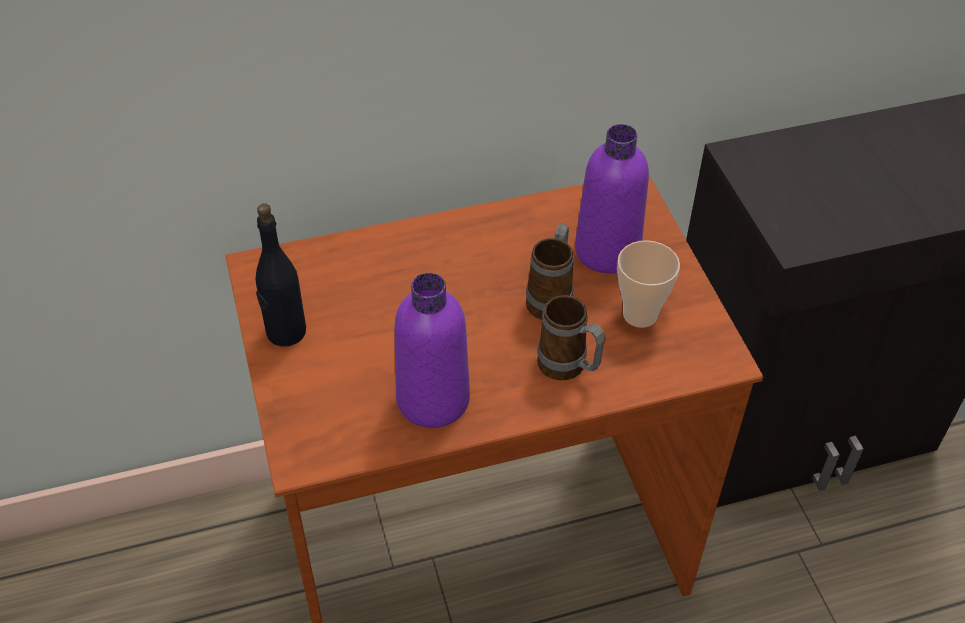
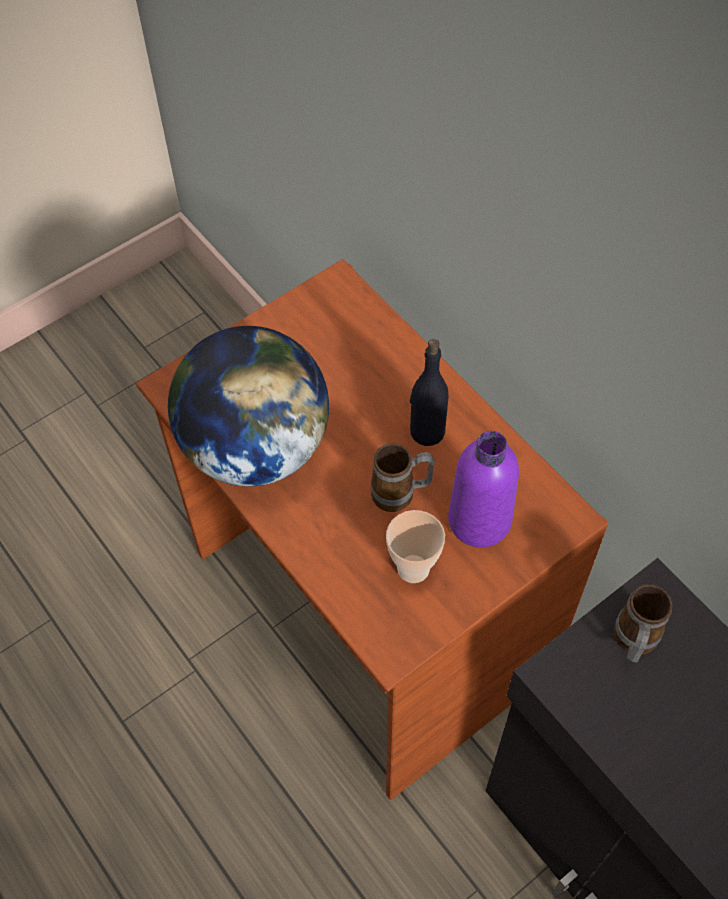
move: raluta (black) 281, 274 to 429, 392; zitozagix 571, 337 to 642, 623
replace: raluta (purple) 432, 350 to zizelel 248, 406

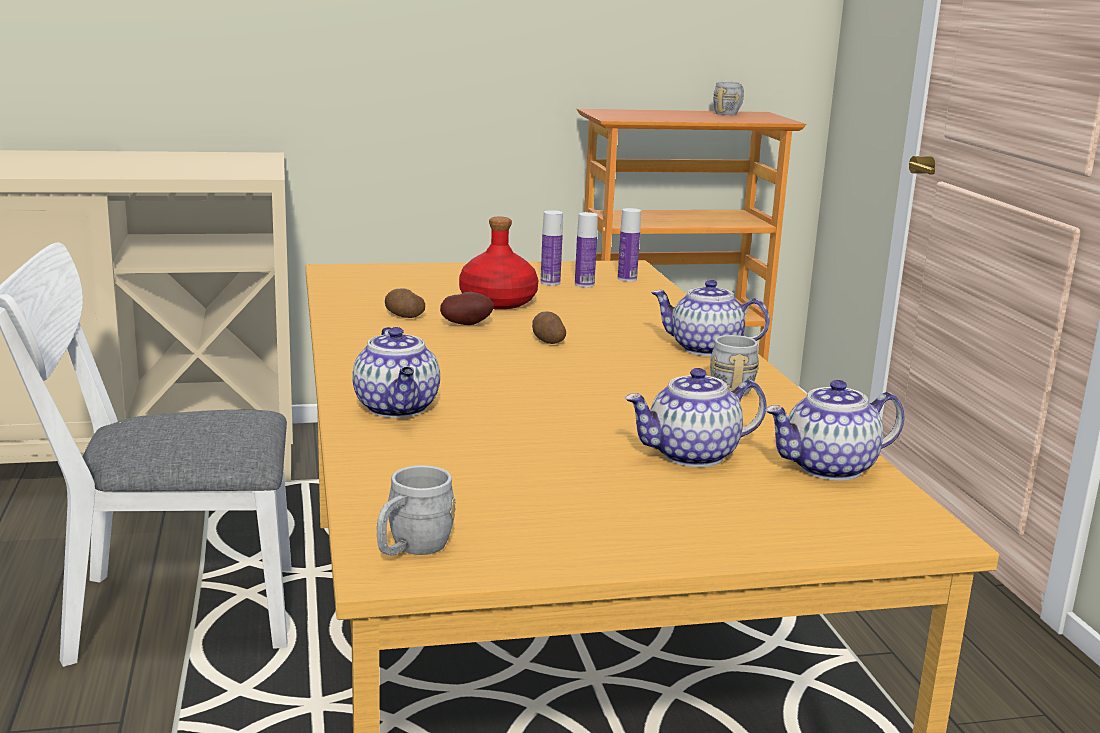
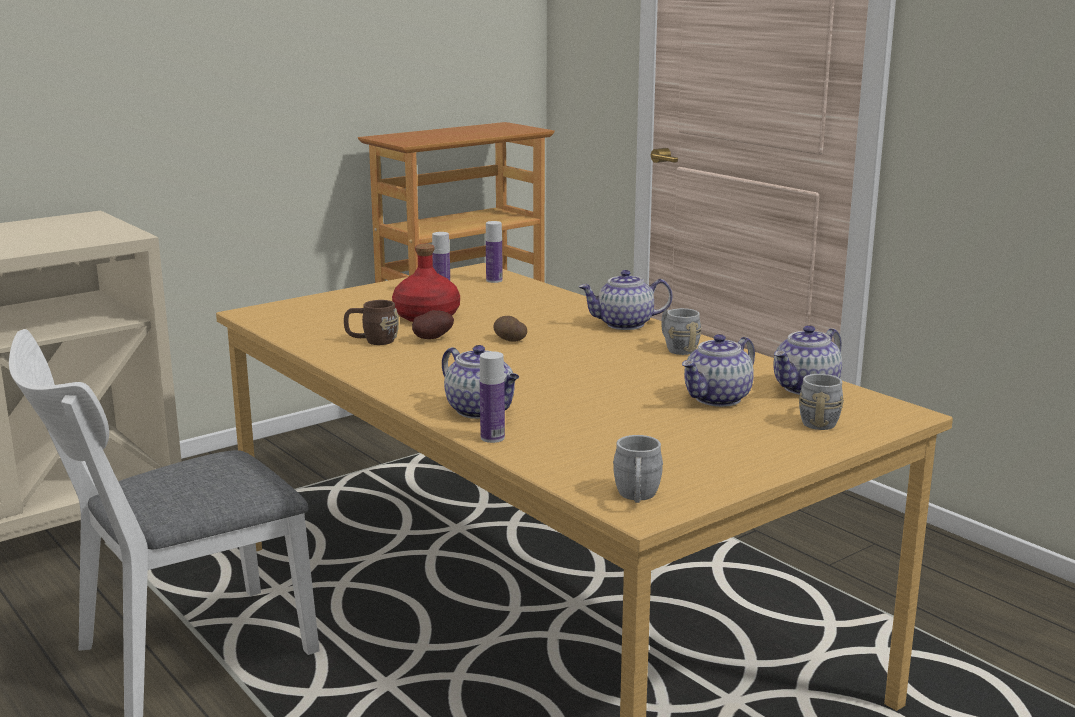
move: raluta 586, 250 to 492, 397; zitozagix (grey) 728, 98 to 821, 402
replace: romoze 405, 303 to zitozagix (brown) 371, 322

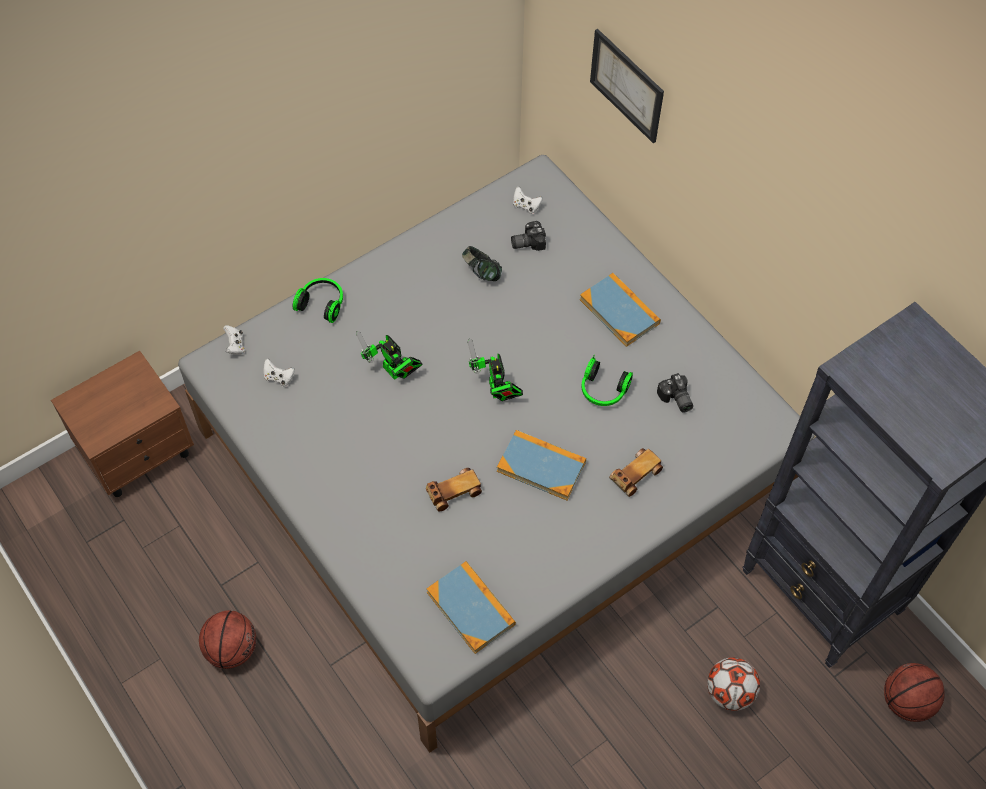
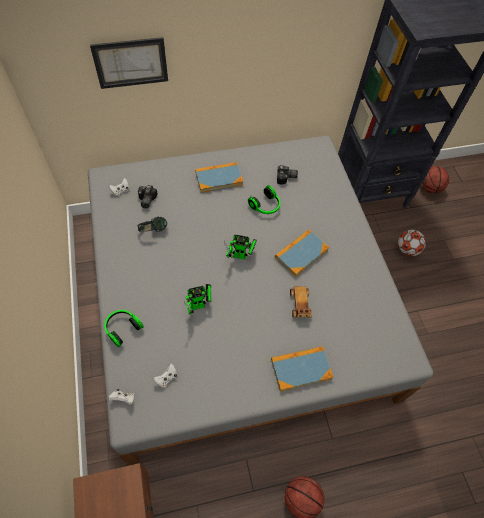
delete: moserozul 636, 472
move: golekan 471, 607 to 302, 369

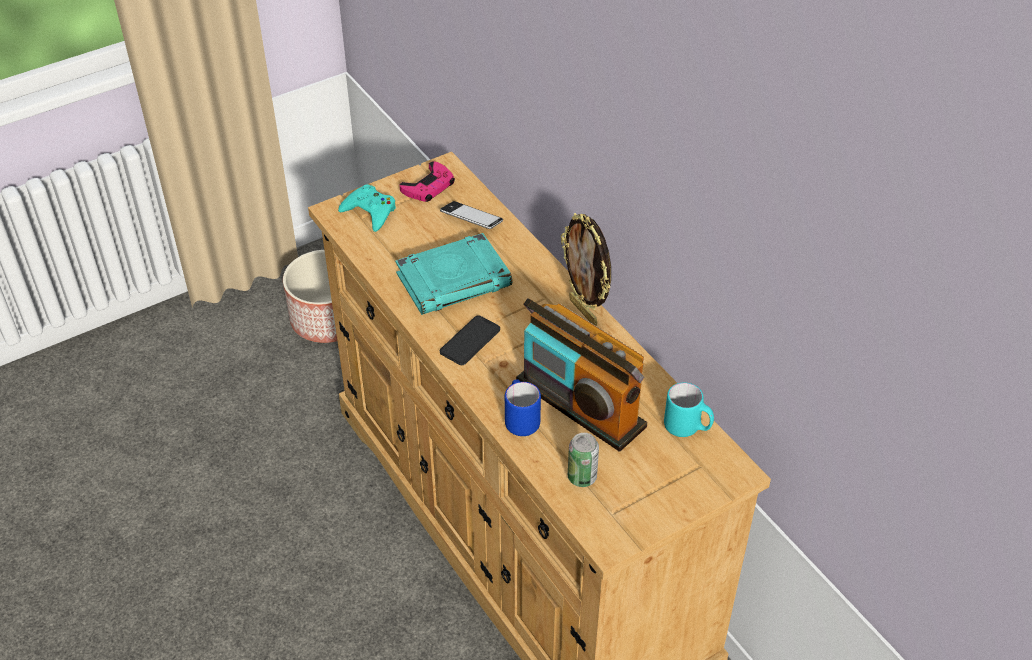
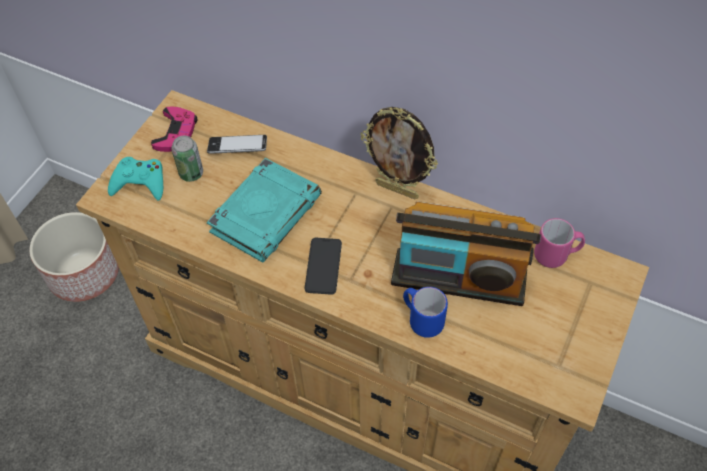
move: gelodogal 583, 460 to 187, 159
recolor: zitozagix (turquoise) 689, 409 to zitozagix (pink) 559, 243

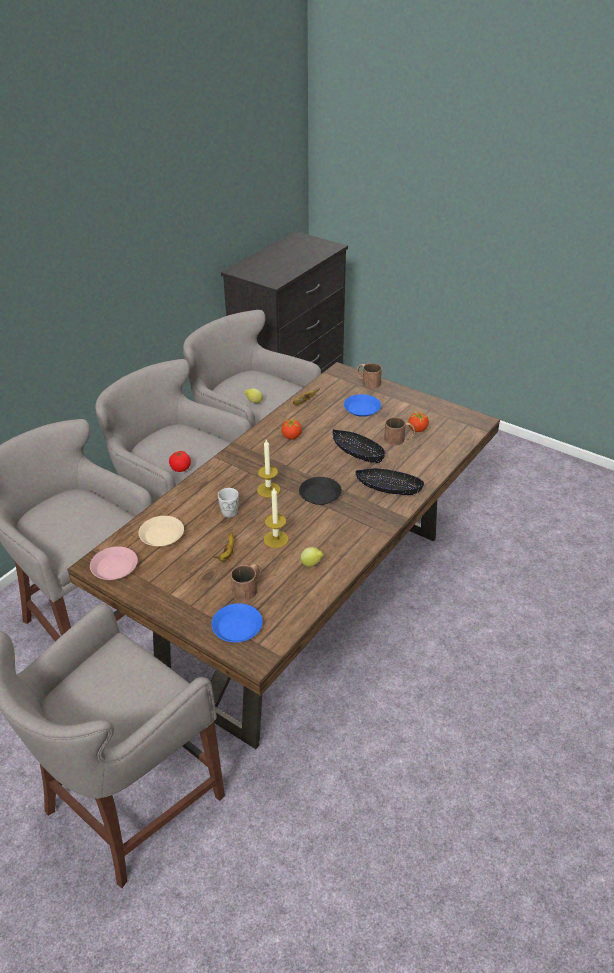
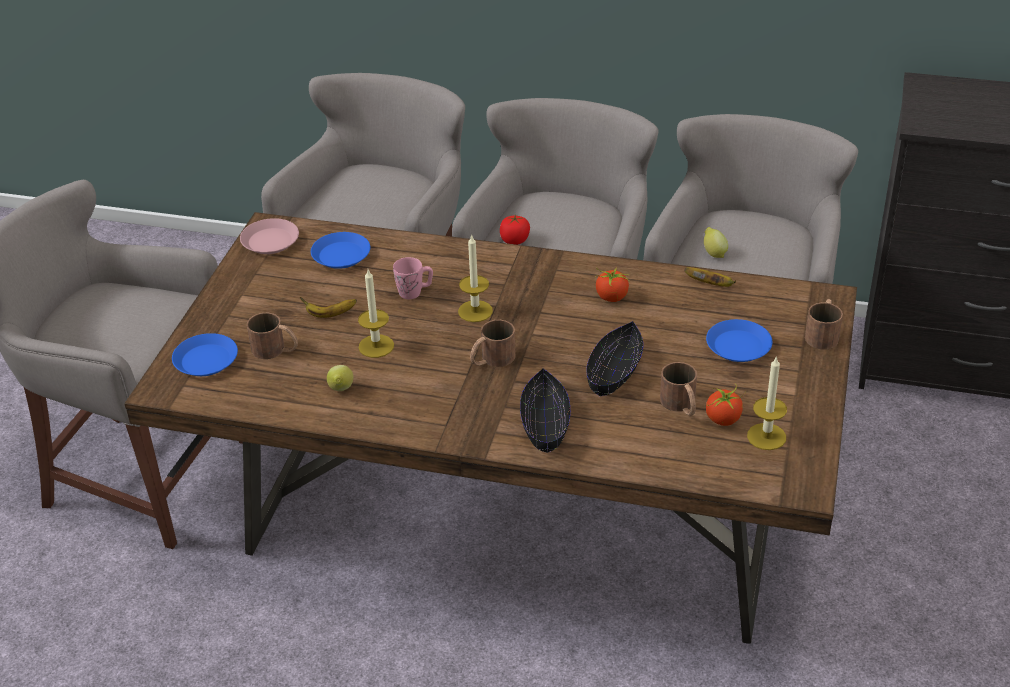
insert: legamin 767, 403
replace: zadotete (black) 320, 491 to zitozagix (brown) 492, 343
recolor: zadotete (beige) 161, 531 to zadotete (blue) 340, 250; zitozagix (white) 228, 503 to zitozagix (pink) 413, 278

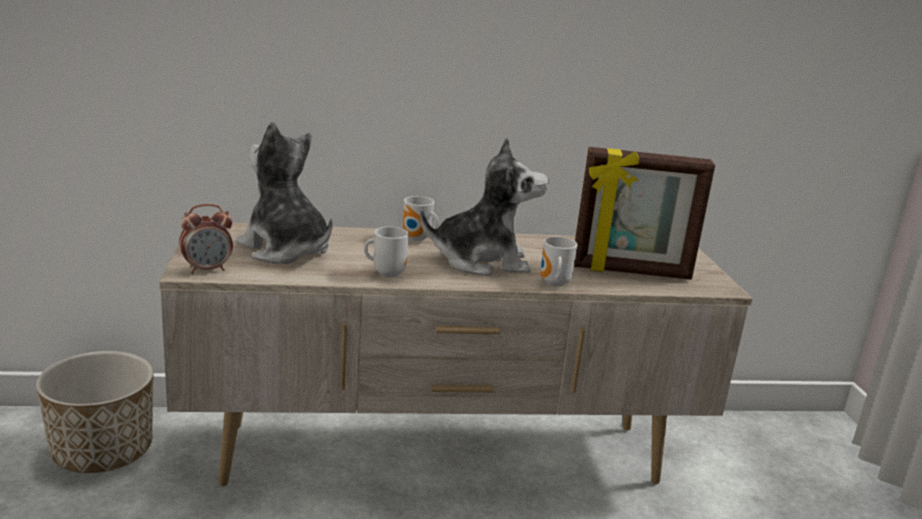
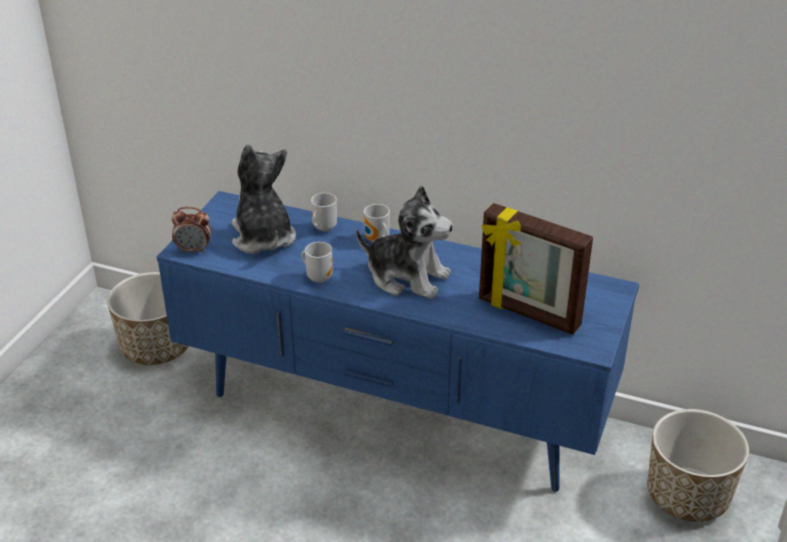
insert: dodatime 698, 465
move: zitozagix 559, 262 to 324, 212
recolor: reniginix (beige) 456, 354 to reniginix (blue) 398, 341

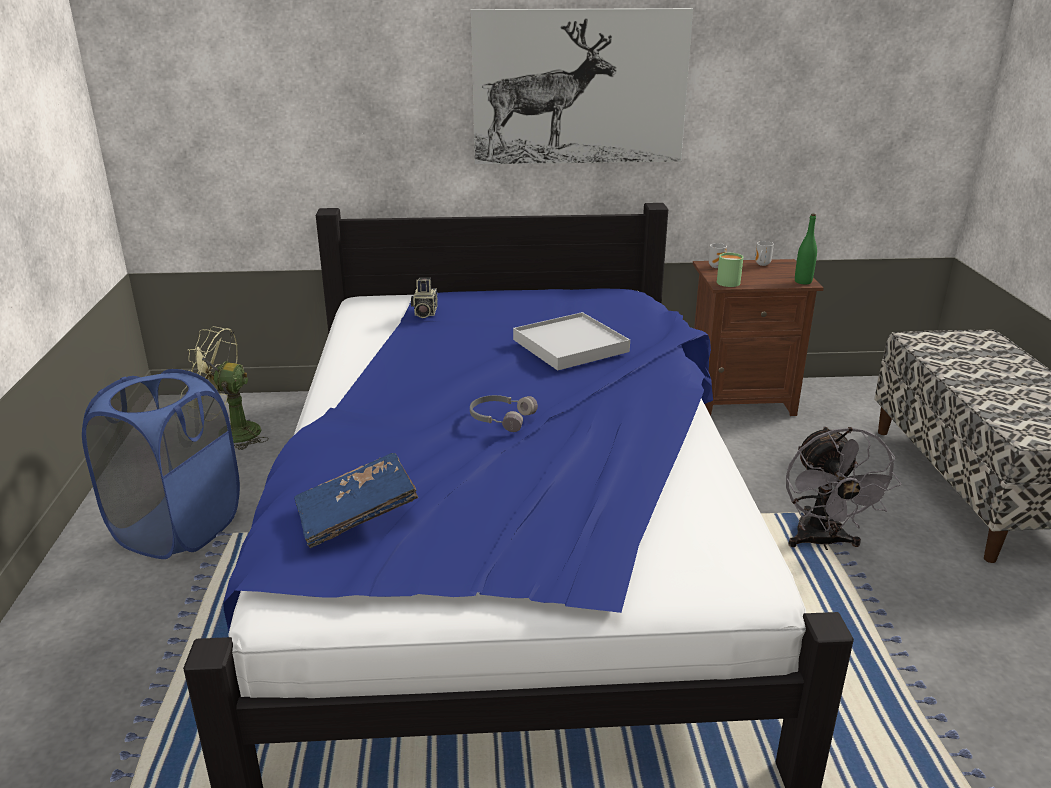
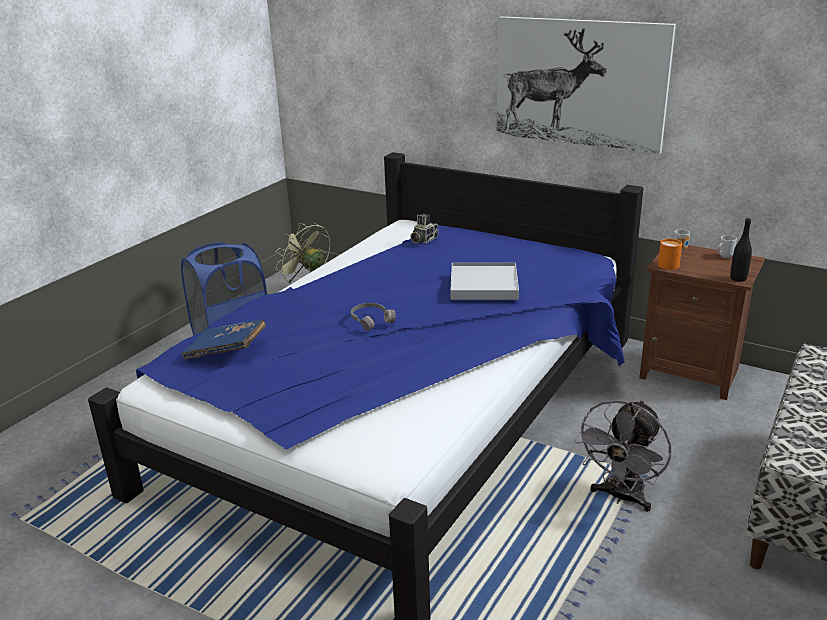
recolor: zitozagix (green) 730, 270 to zitozagix (orange) 670, 254; raluta (green) 806, 249 to raluta (black) 741, 250

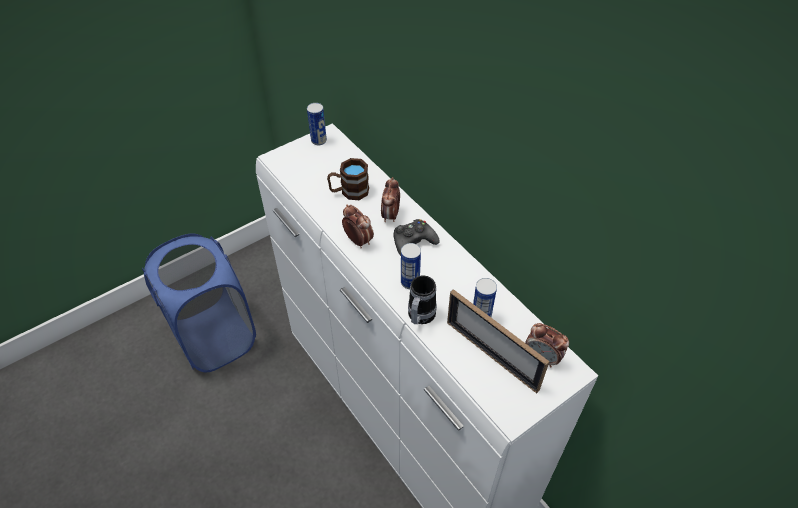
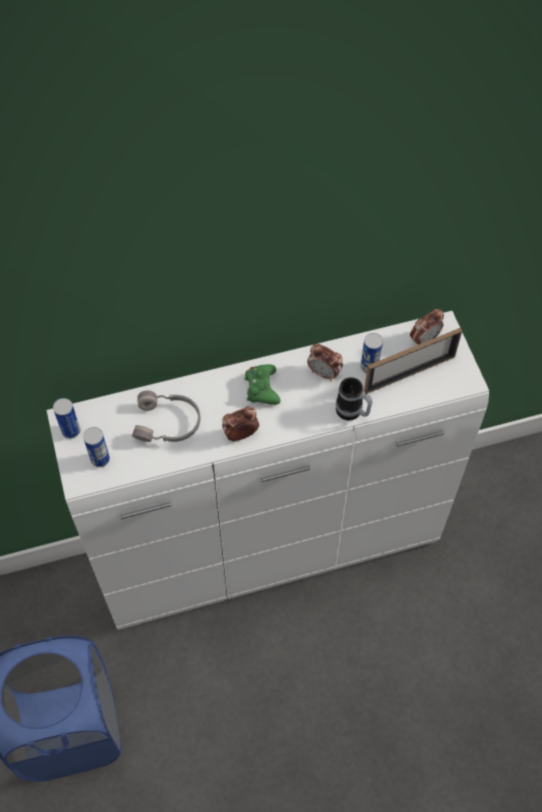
move: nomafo 390, 199 to 325, 362; gelodogal 411, 266 to 96, 447
replace: zitozagix (brown) 348, 179 to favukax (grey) 166, 416
recolor: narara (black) 417, 237 to narara (green) 262, 384

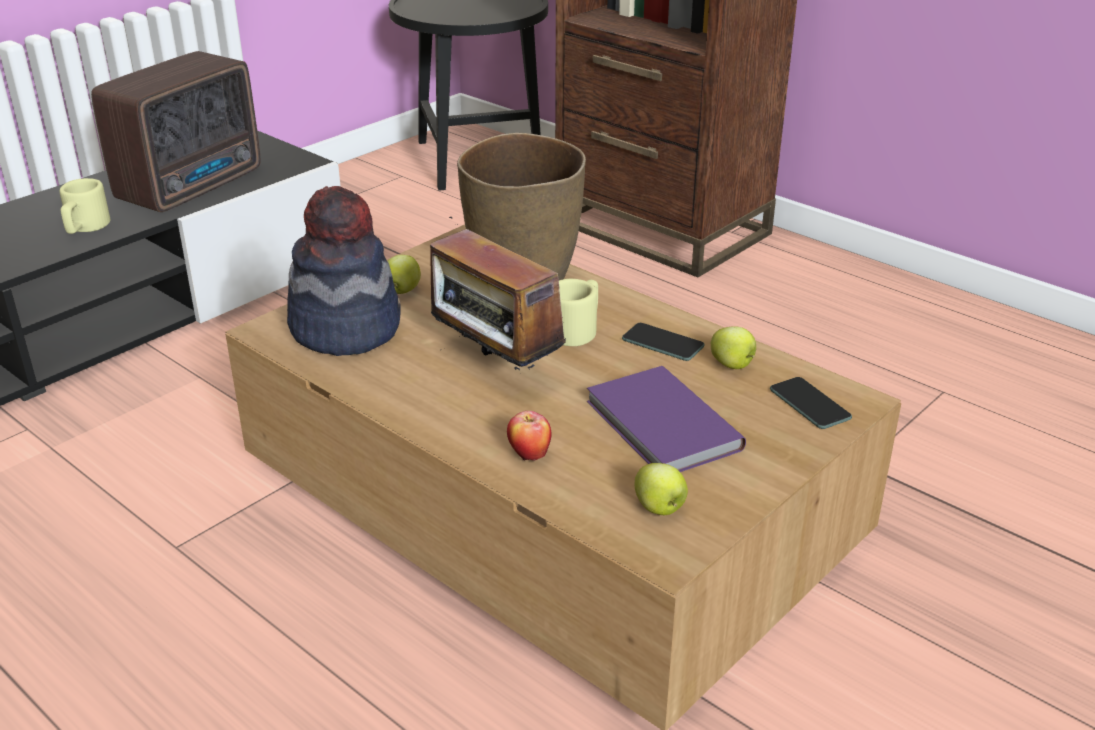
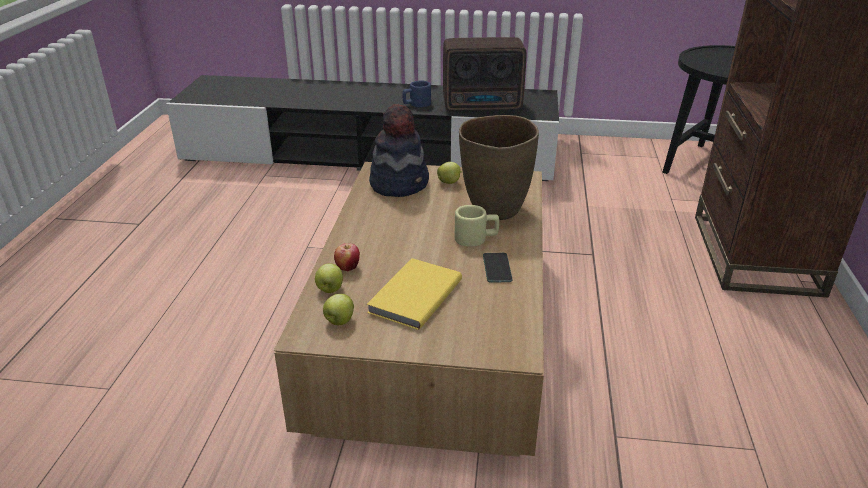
delete: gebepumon 498, 295; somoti 811, 403
move: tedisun 733, 347 to 329, 278
recolor: zitozagix (beige) 85, 206 to zitozagix (blue) 416, 94; golekan (purple) 666, 419 to golekan (yellow) 414, 294

